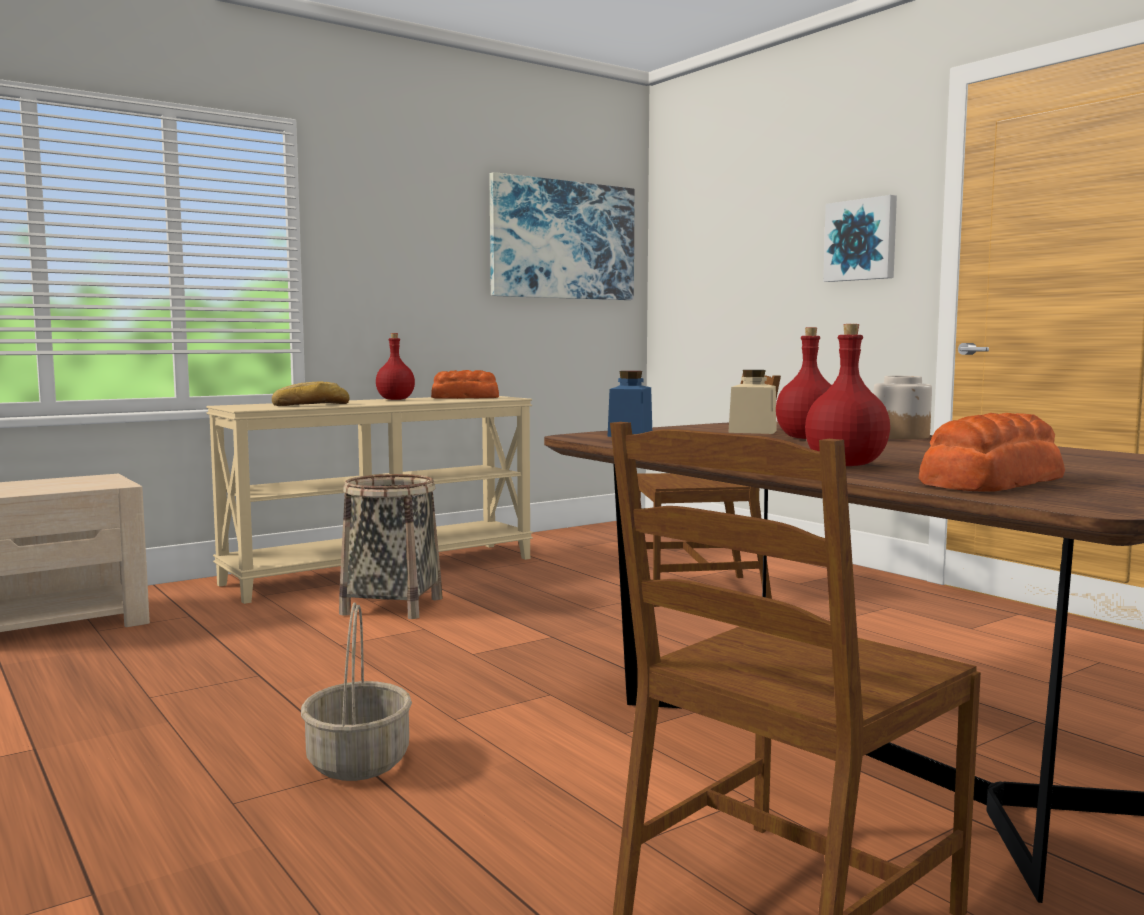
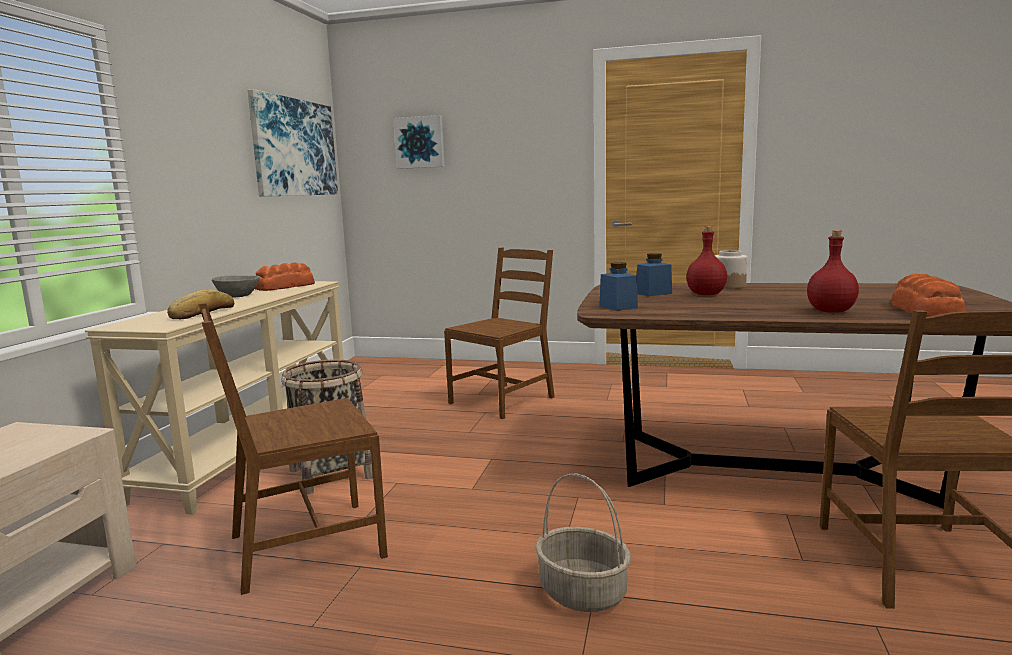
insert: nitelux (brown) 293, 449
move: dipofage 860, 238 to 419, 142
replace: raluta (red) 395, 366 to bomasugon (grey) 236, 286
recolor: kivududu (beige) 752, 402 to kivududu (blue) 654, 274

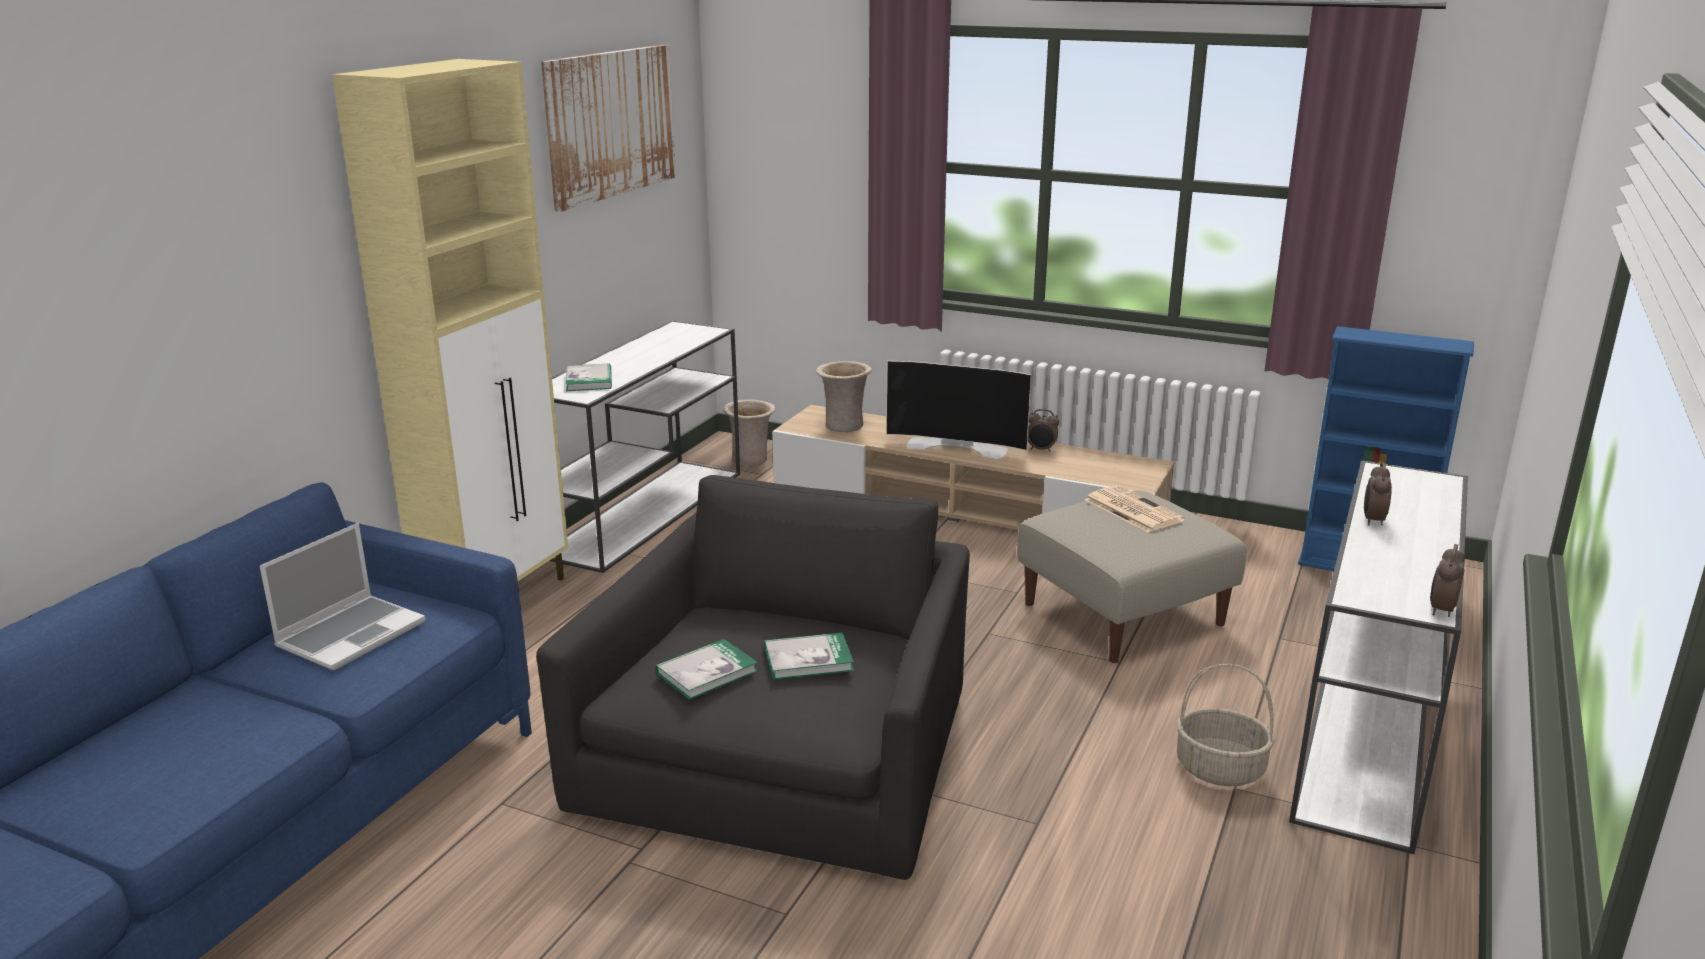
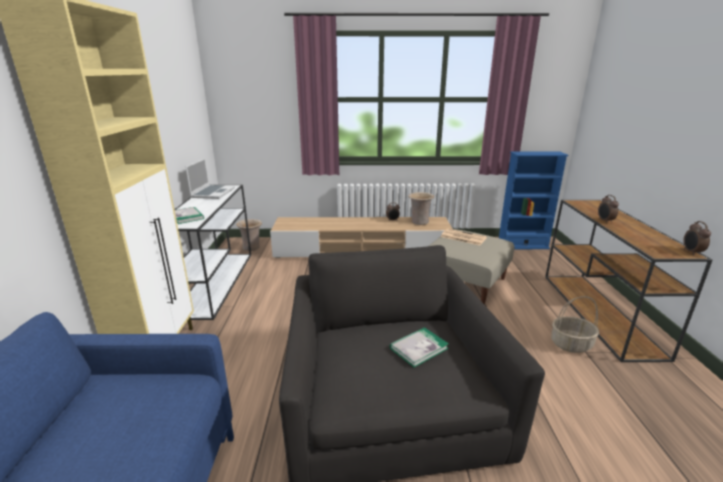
delete: dipofage 608, 128; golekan 706, 669; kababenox 958, 410
move: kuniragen 343, 596 to 210, 178; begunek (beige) 844, 396 to 421, 208
recolor: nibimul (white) 1378, 657 to nibimul (brown) 629, 281

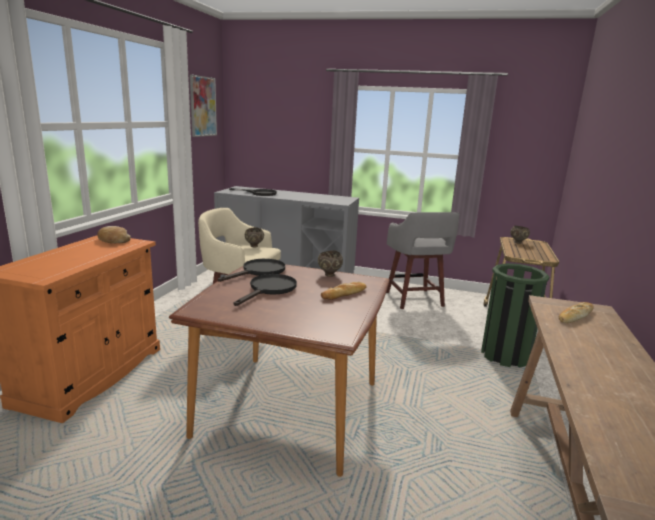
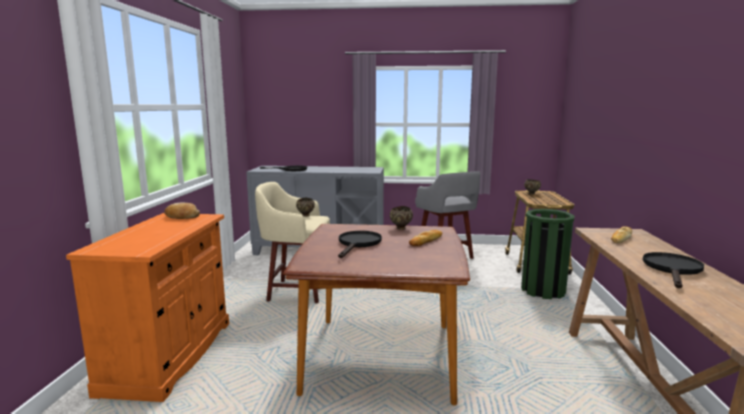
delete: dipofage 203, 106
move: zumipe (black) 251, 270 to 673, 270

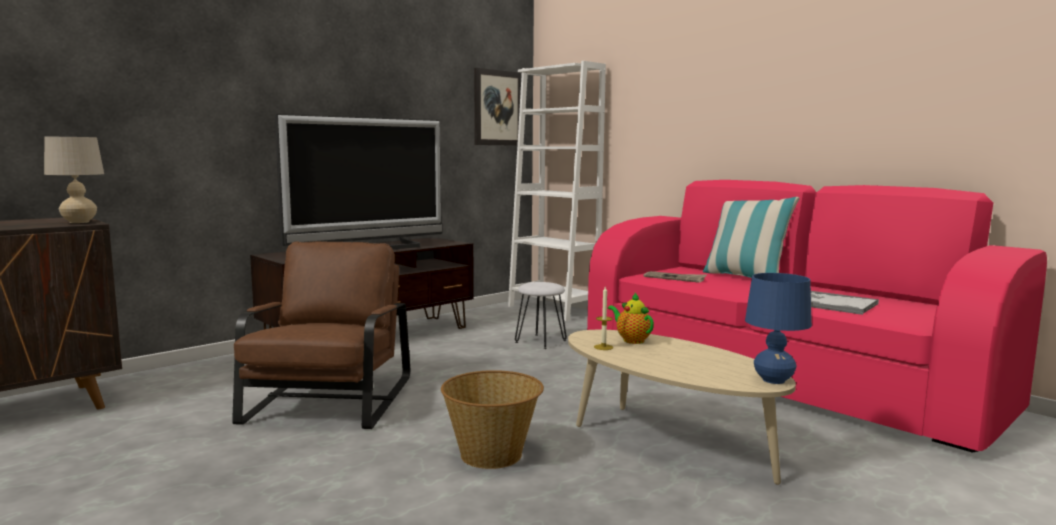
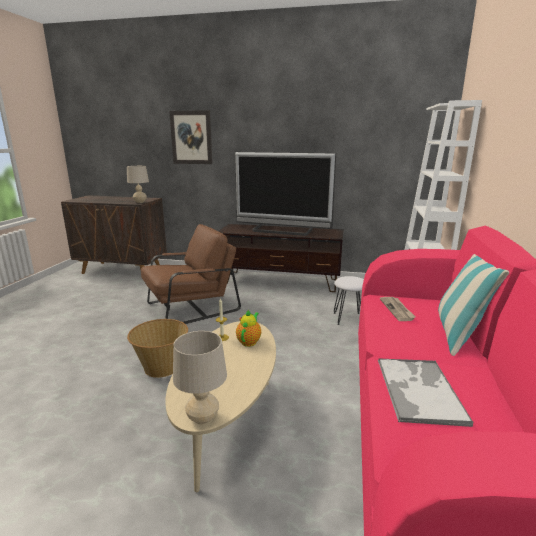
move: dipofage 498, 107 to 191, 137
recolor: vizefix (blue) 778, 328 to vizefix (beige) 200, 377

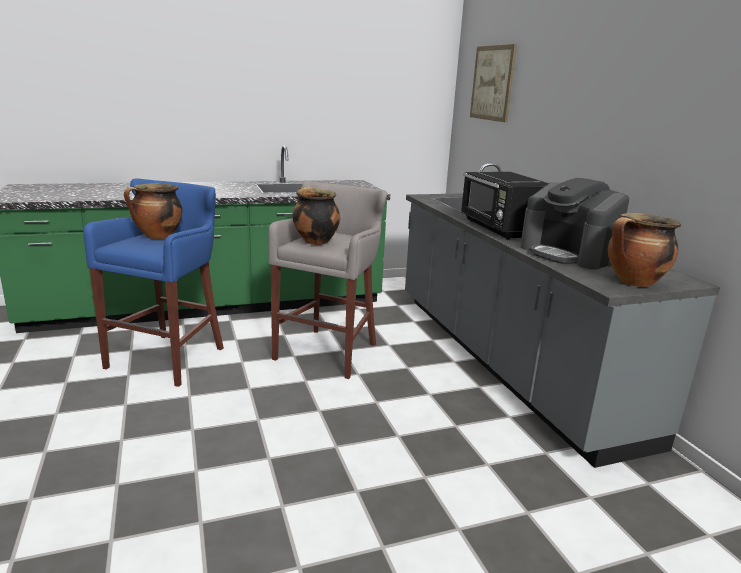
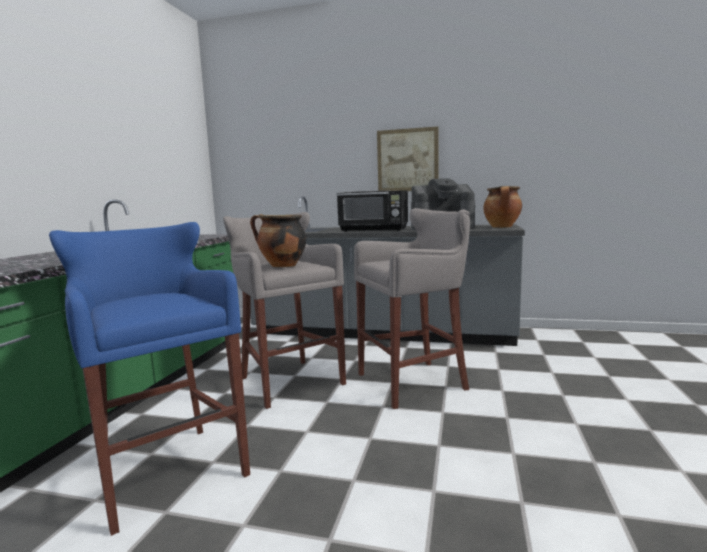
delete: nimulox 153, 211
insert: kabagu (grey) 412, 308
move: dipofage 493, 83 to 407, 158

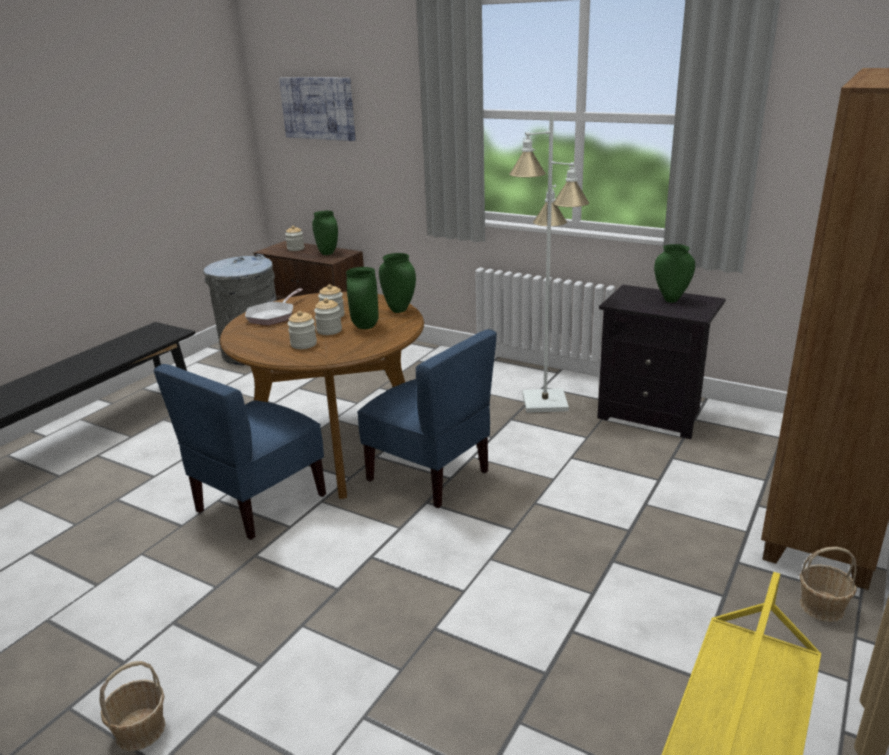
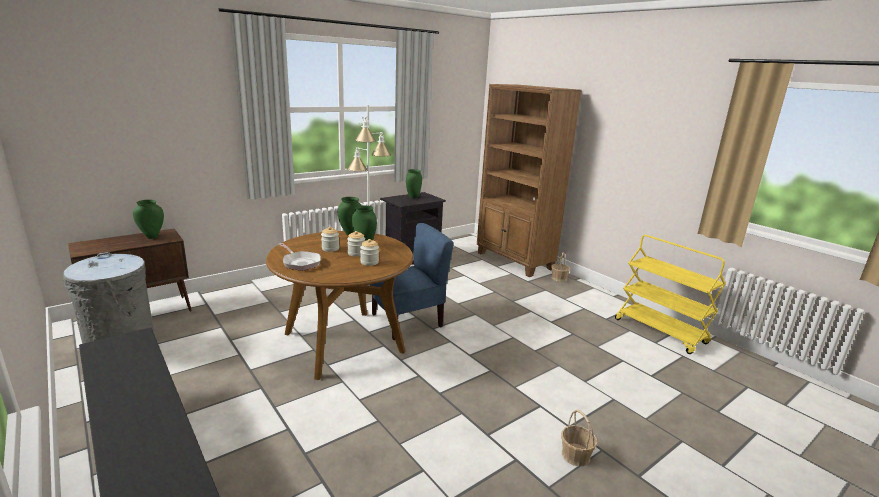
delete: nitelux (blue) 240, 452; dipofage 317, 109; kivududu 294, 238

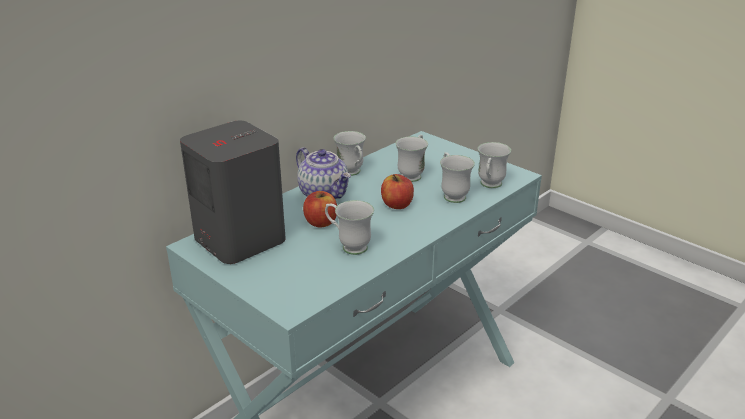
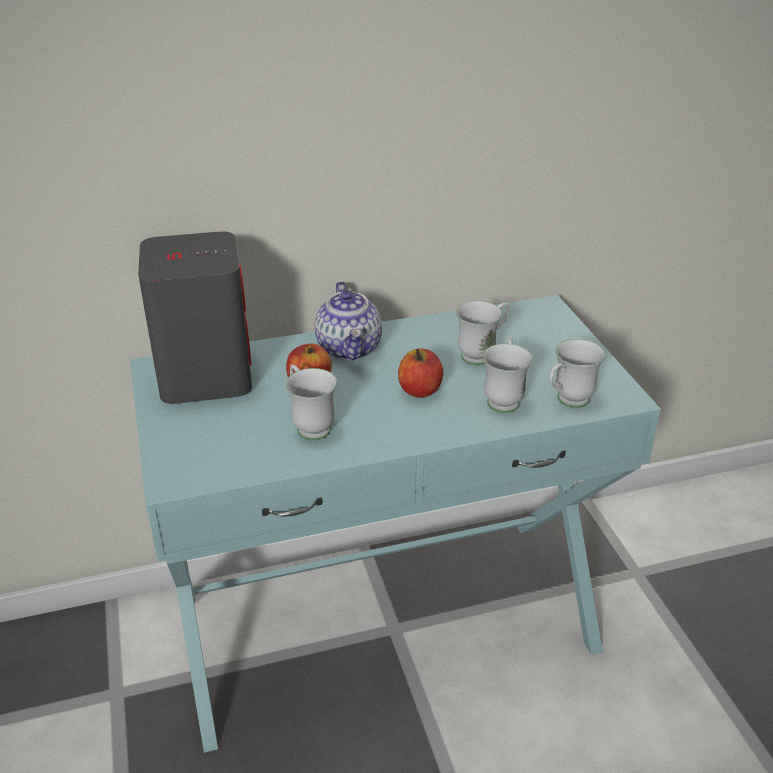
delete: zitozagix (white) 350, 153

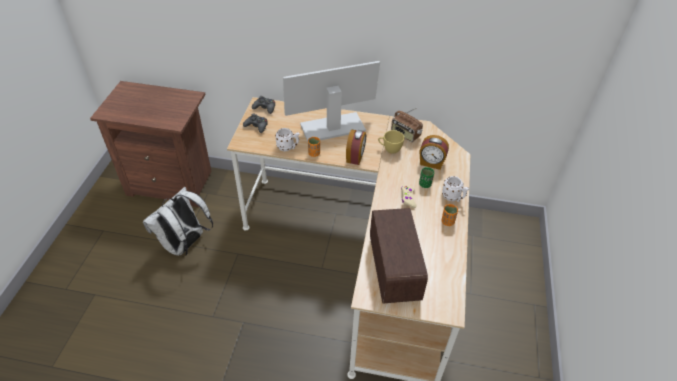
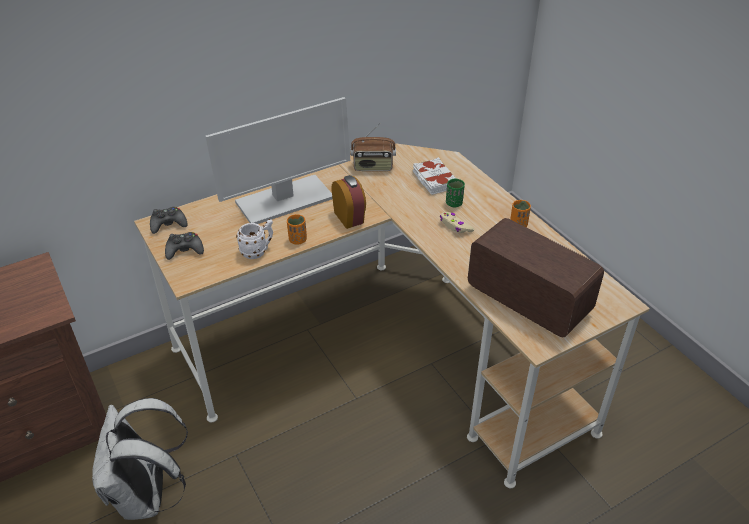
delete: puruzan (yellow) 391, 142; zitozagix (white) 455, 189
replace: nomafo 434, 152 to golekan (white) 435, 176
rotate: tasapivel 331, 101 = 277, 160 150 degrees counterclockwise

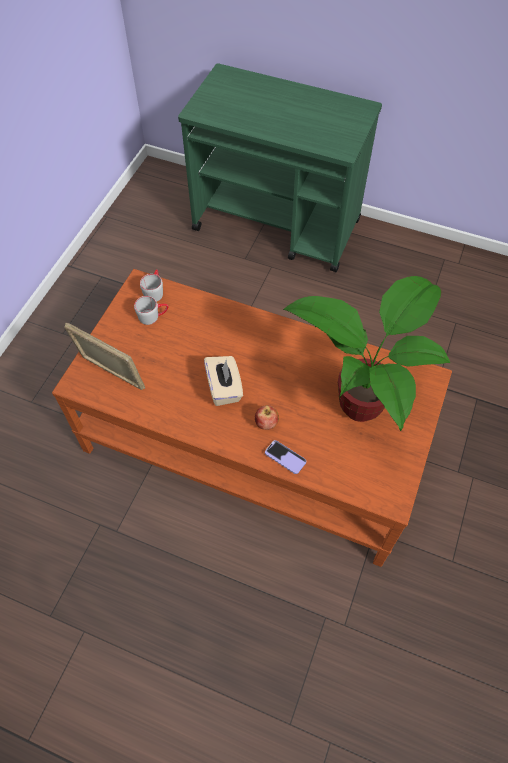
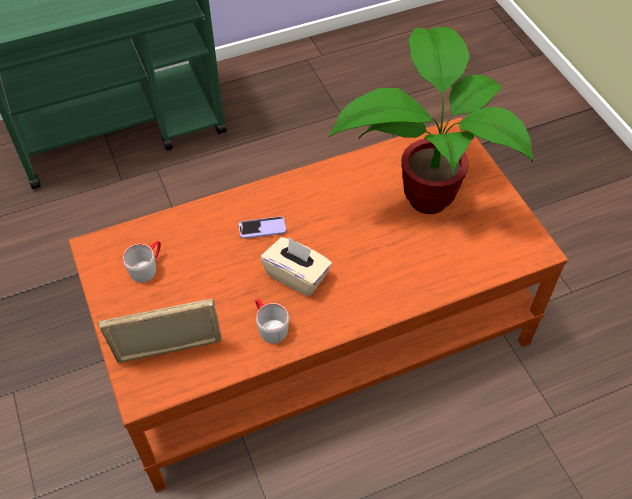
delete: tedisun 267, 417
move: zitozagix (grey) 151, 285 to 272, 321; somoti 285, 457 to 262, 227

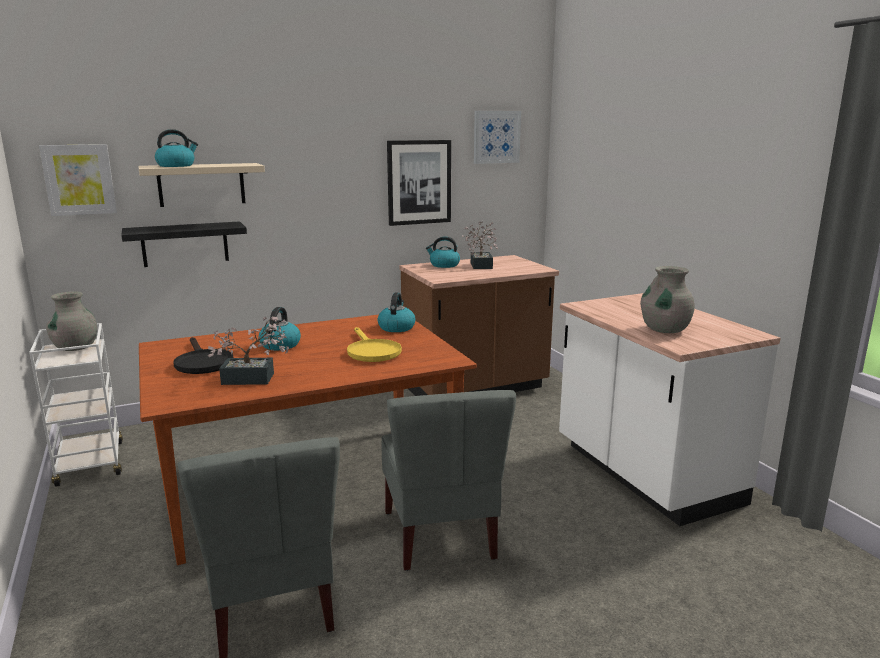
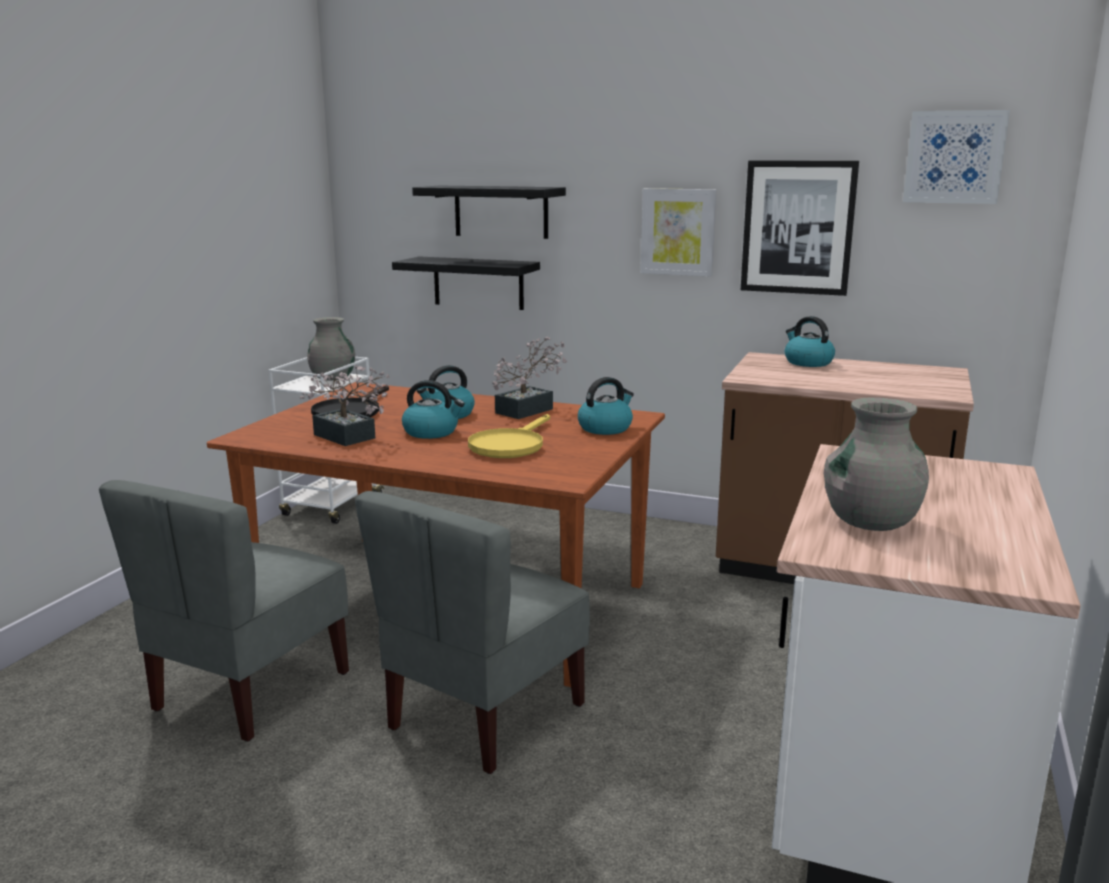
move: dipofage 78, 180 to 679, 232; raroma 176, 148 to 433, 409; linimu 480, 245 to 529, 378
recolor: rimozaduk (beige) 201, 185 to rimozaduk (black) 489, 212

